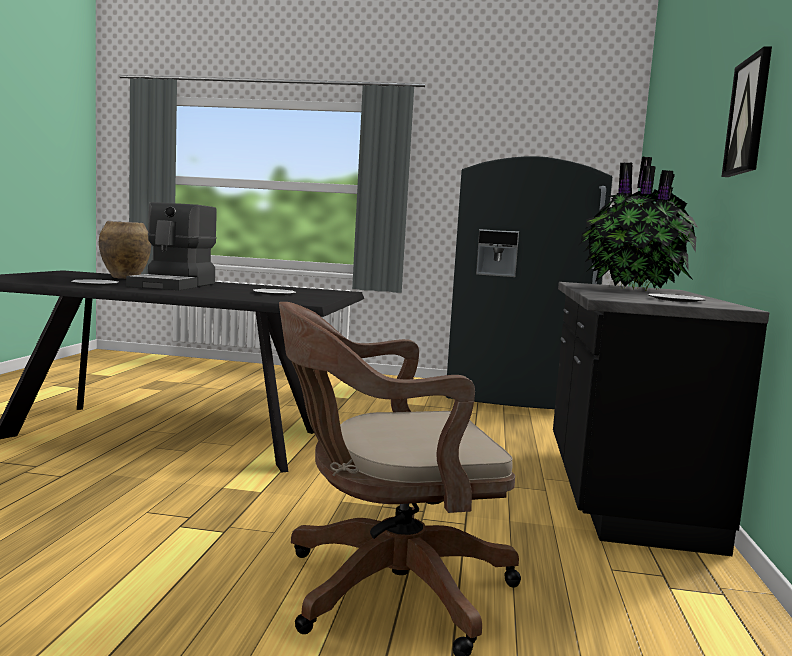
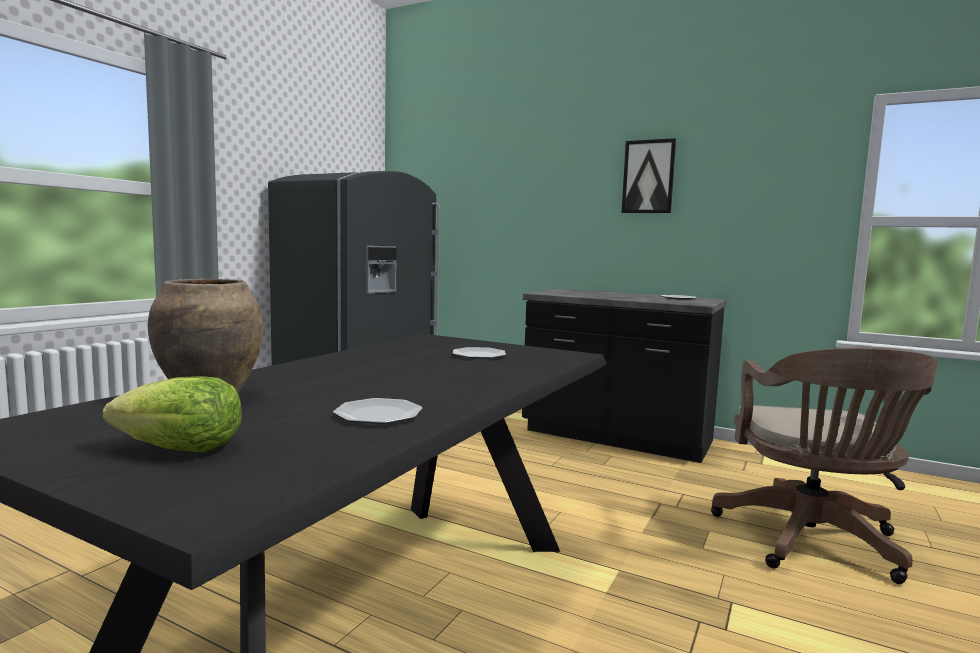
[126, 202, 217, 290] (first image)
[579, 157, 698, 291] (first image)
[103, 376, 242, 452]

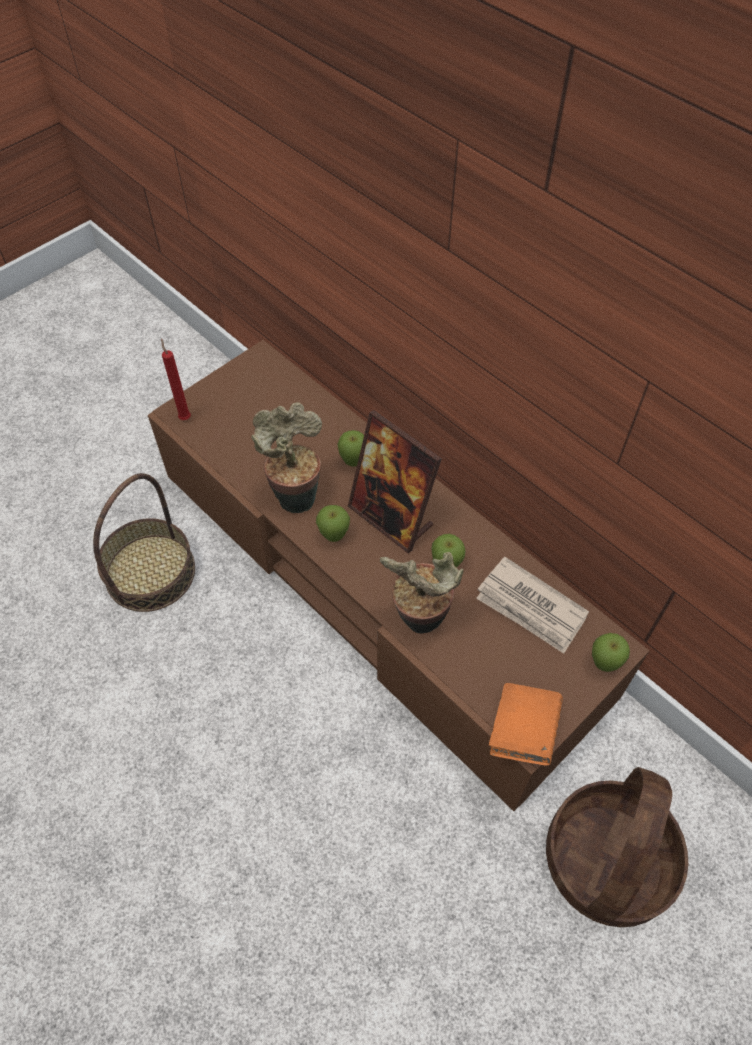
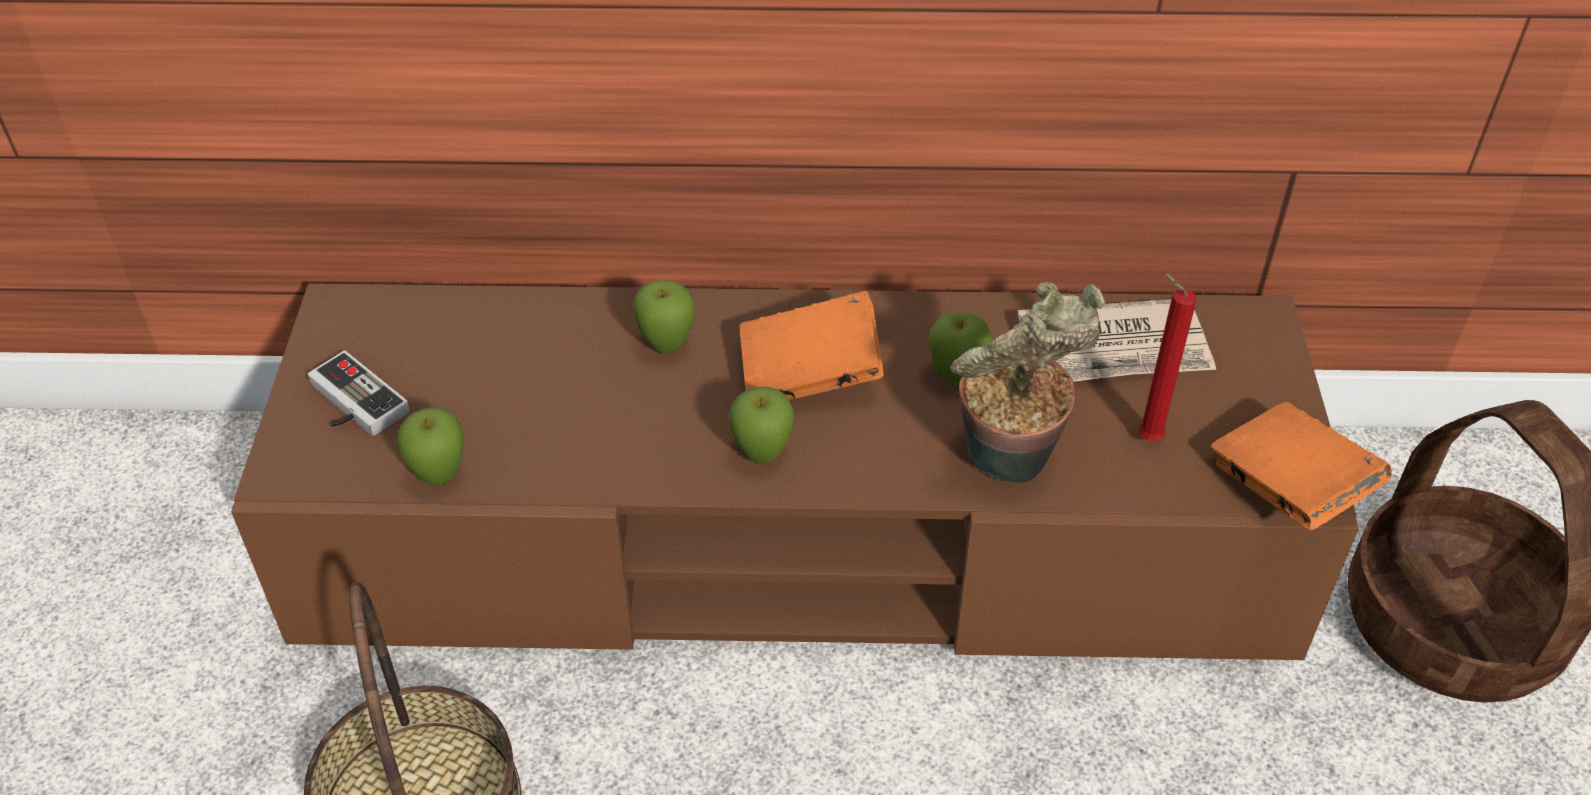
[251, 402, 322, 513] (first image)
[308, 351, 409, 436]
[1138, 273, 1197, 441]
[397, 407, 463, 486]
[740, 291, 884, 400]

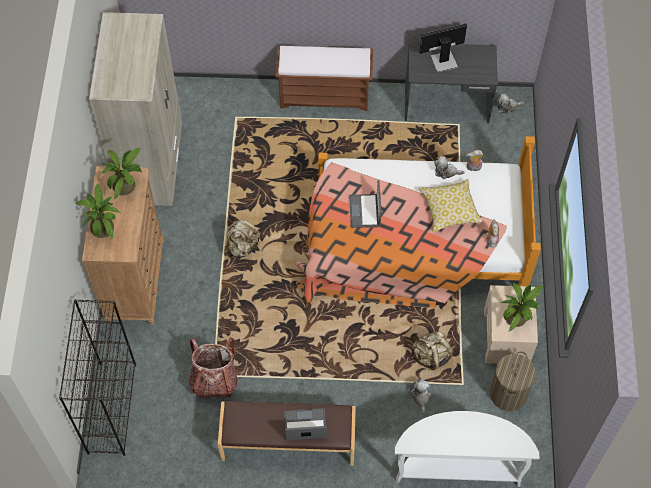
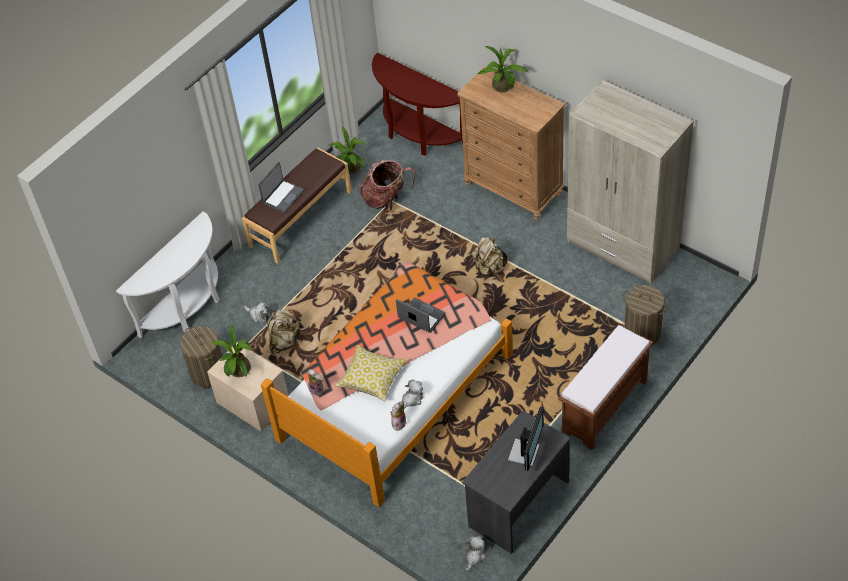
[623, 285, 668, 345]
[329, 127, 366, 174]
[372, 53, 463, 156]

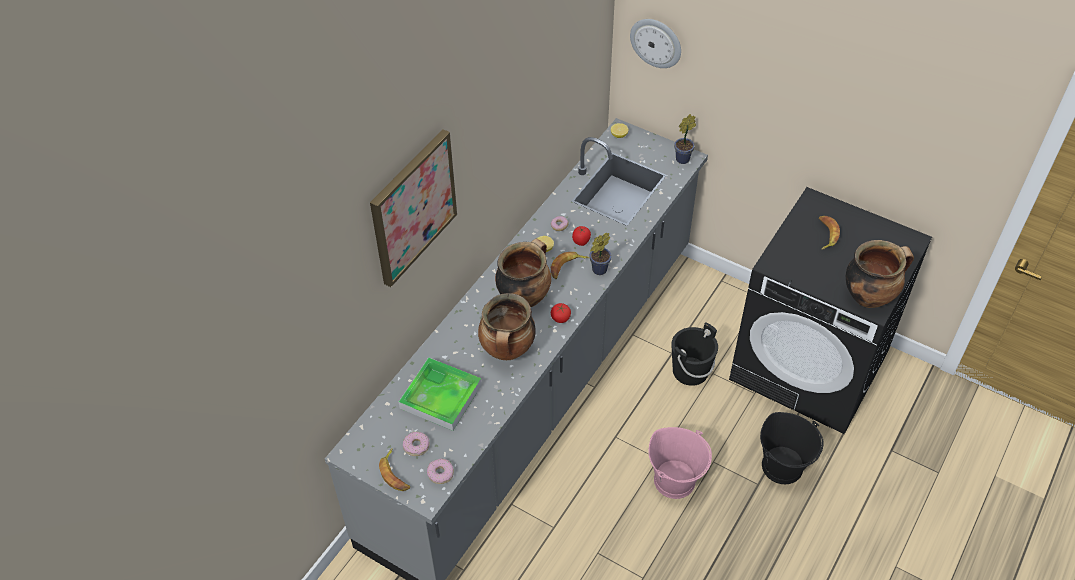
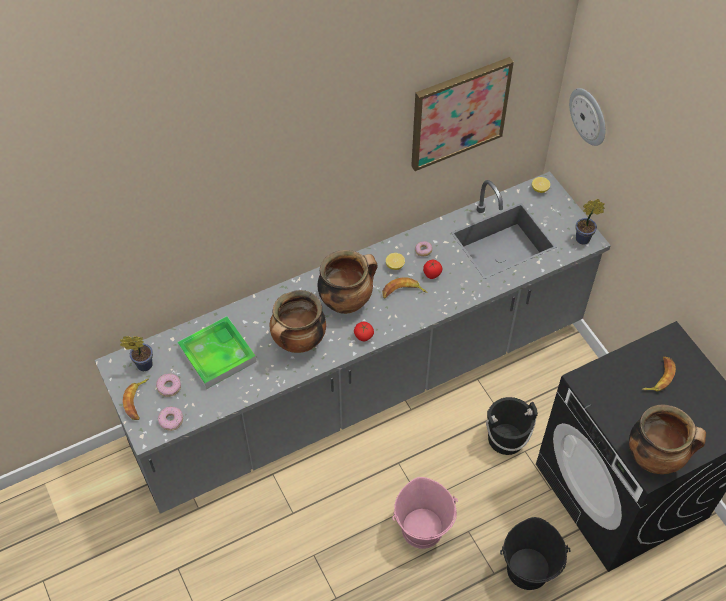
[411, 57, 514, 171]
[120, 336, 153, 371]

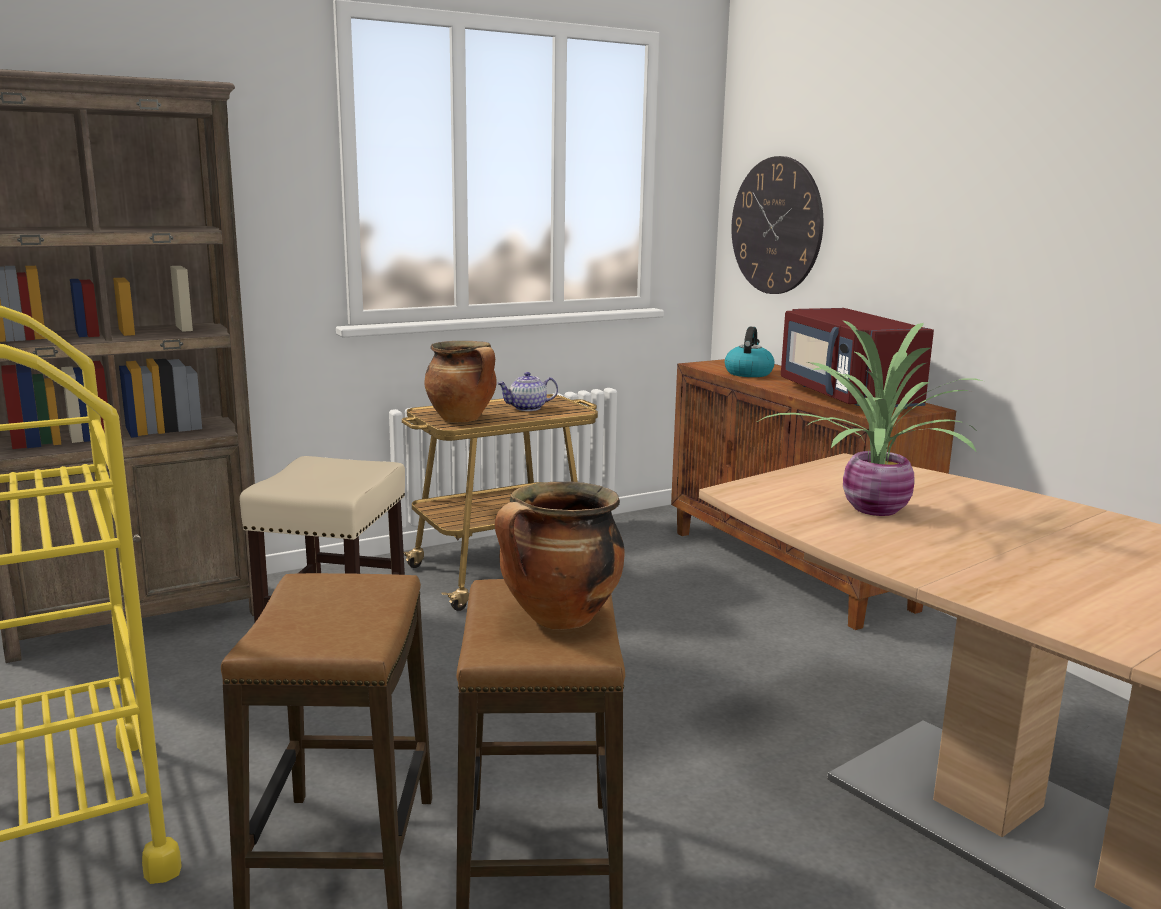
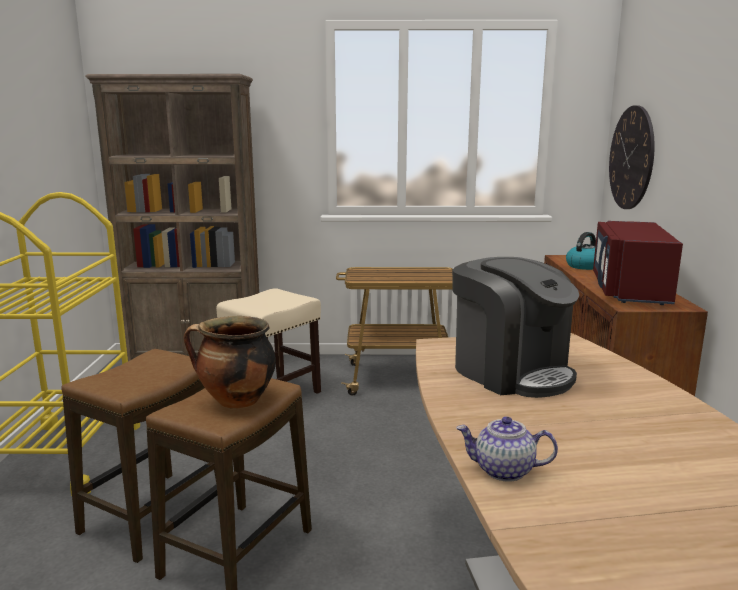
[424, 341, 497, 423] (first image)
[456, 416, 558, 482]
[452, 257, 579, 398]

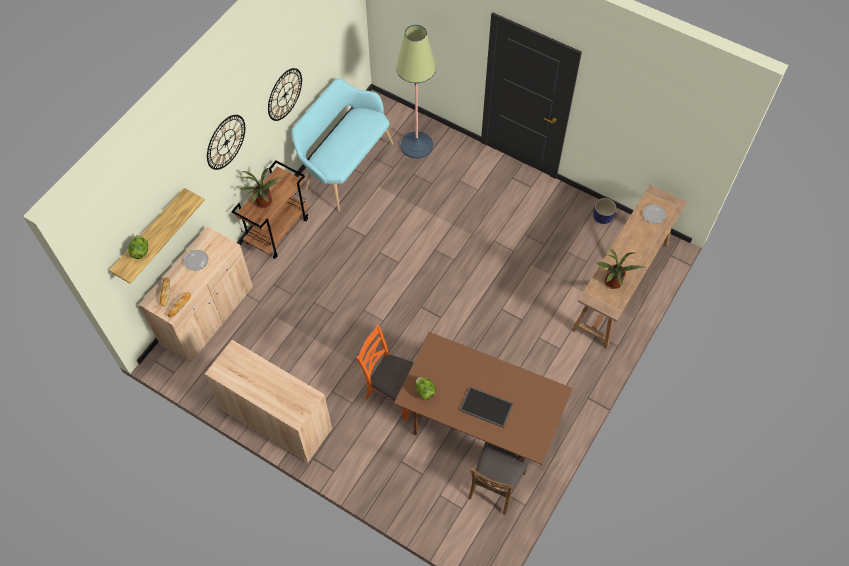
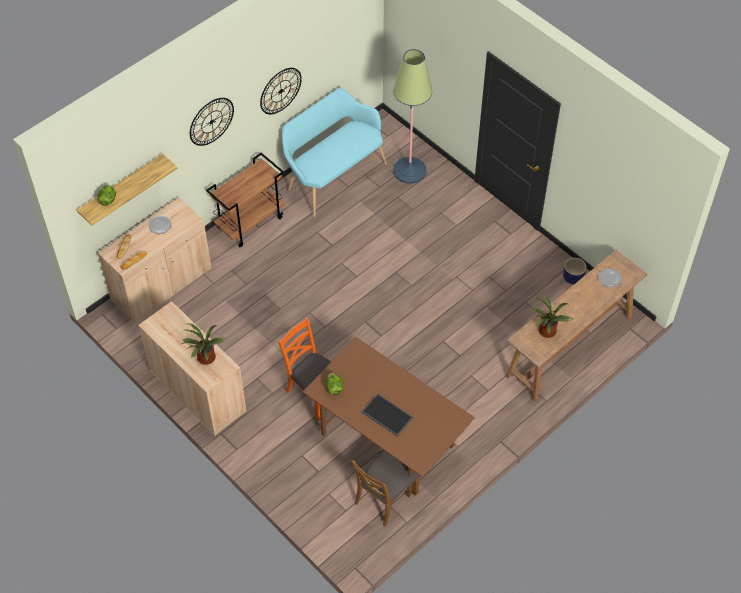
[180, 323, 227, 365]

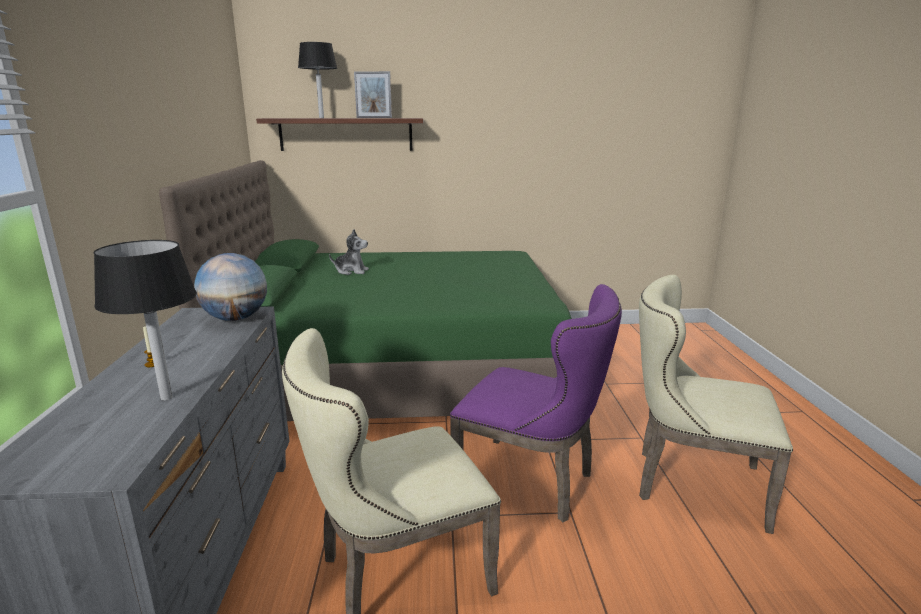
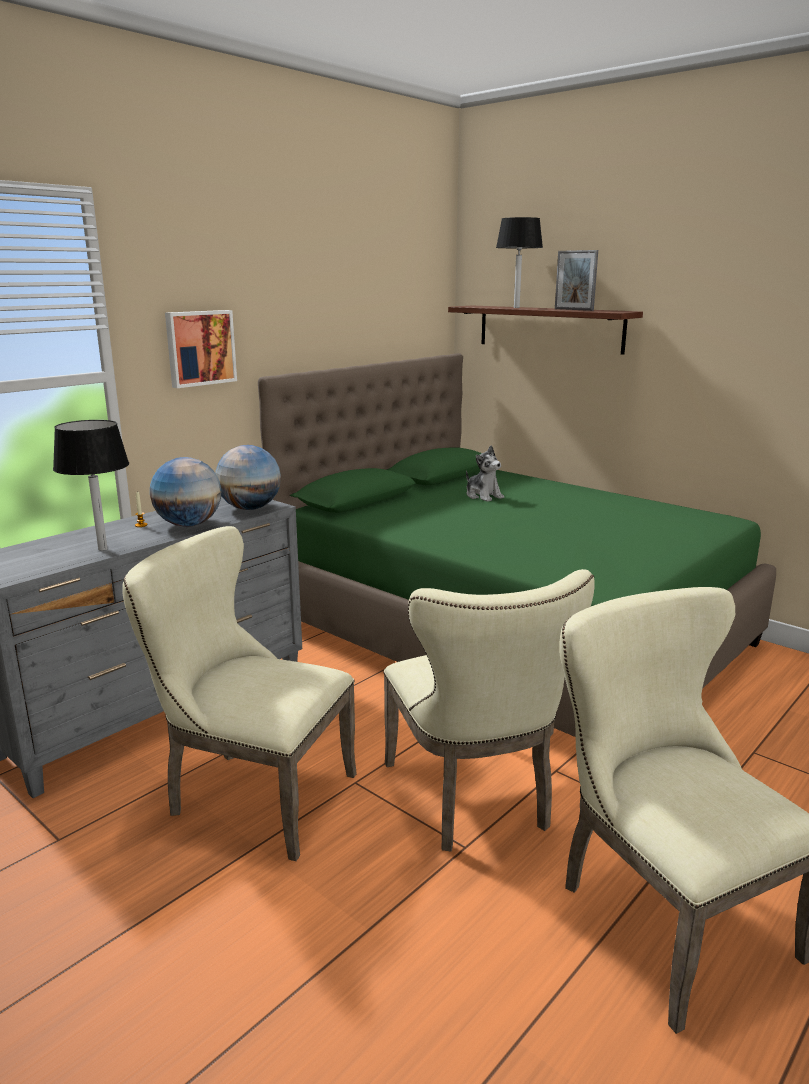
[150, 457, 222, 527]
[165, 310, 237, 388]
[384, 569, 595, 852]

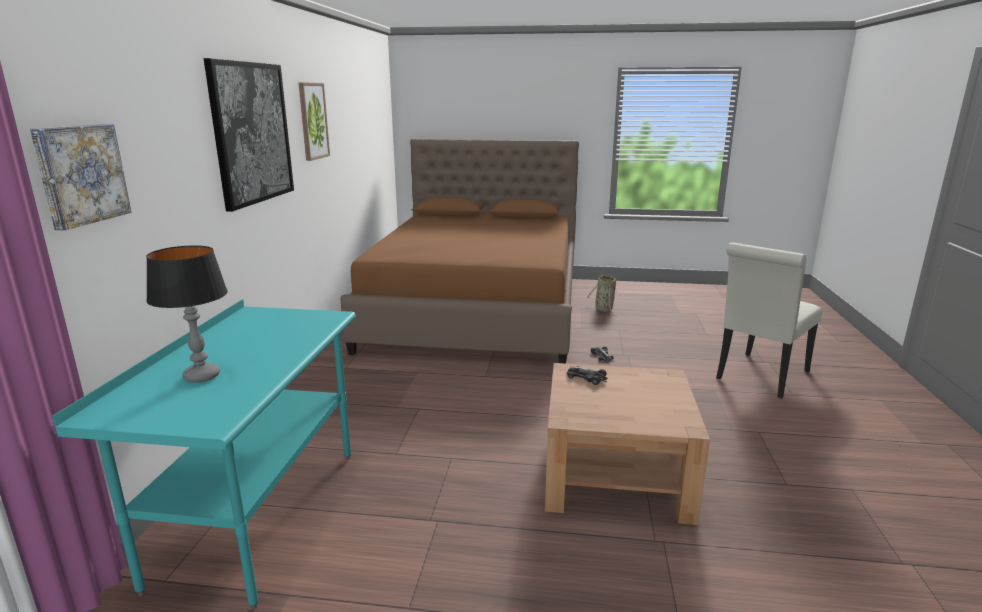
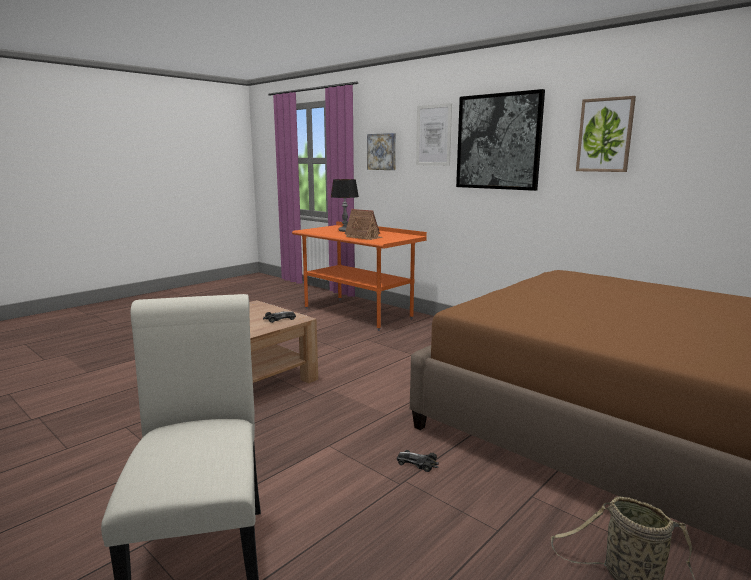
[345, 209, 383, 240]
[416, 103, 452, 166]
[292, 221, 427, 331]

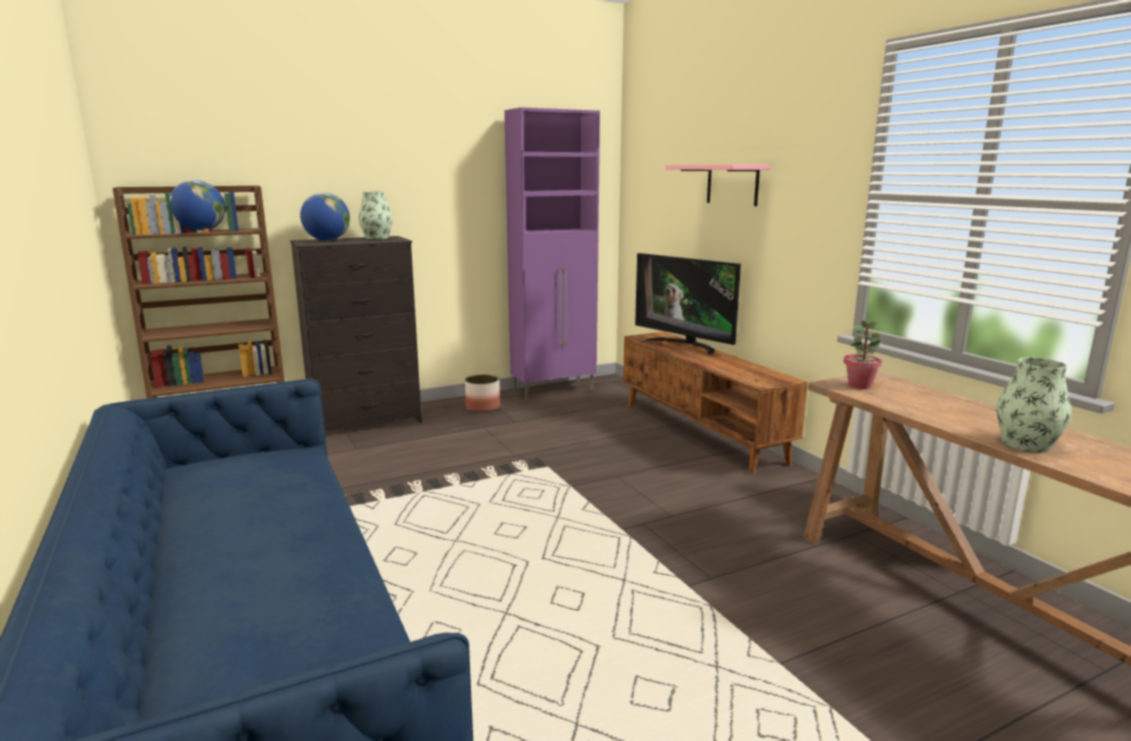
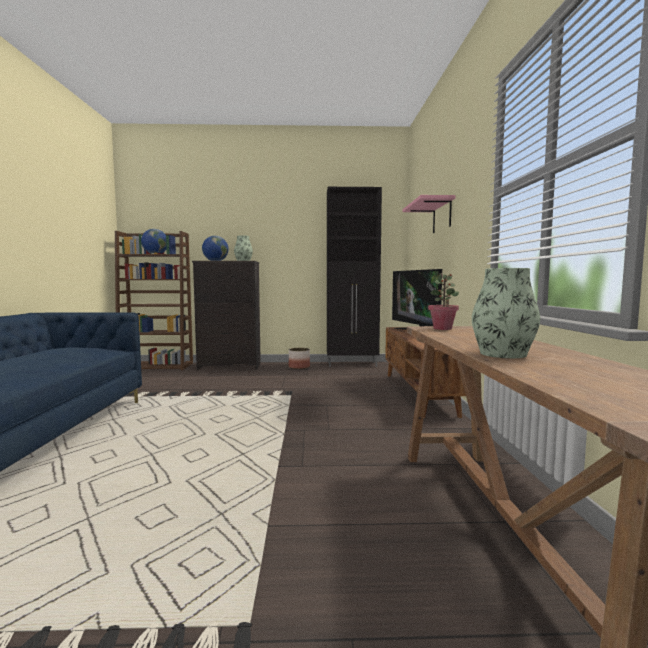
[327, 187, 382, 367]

